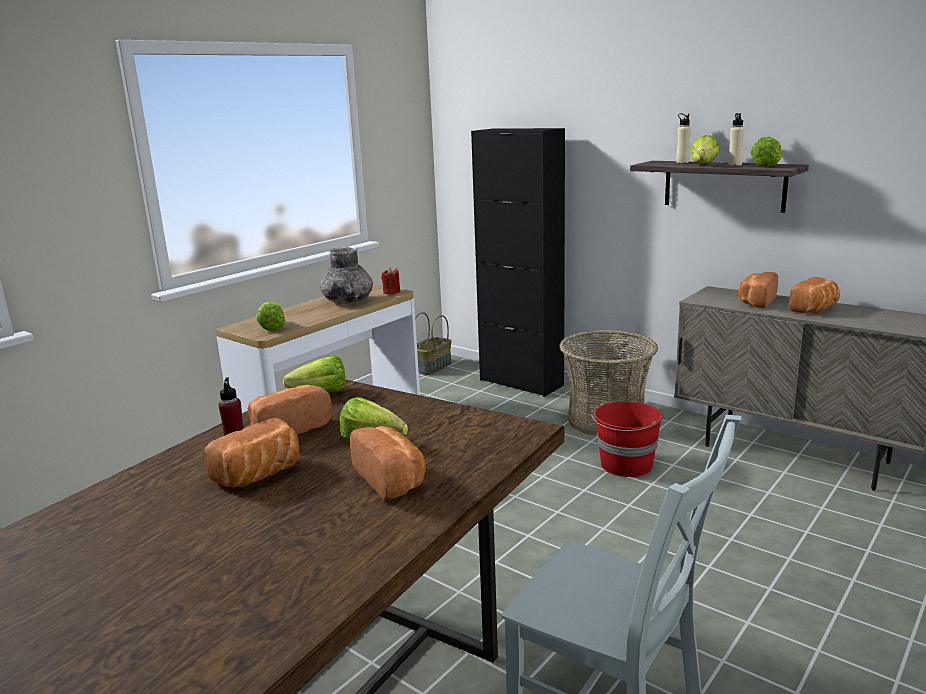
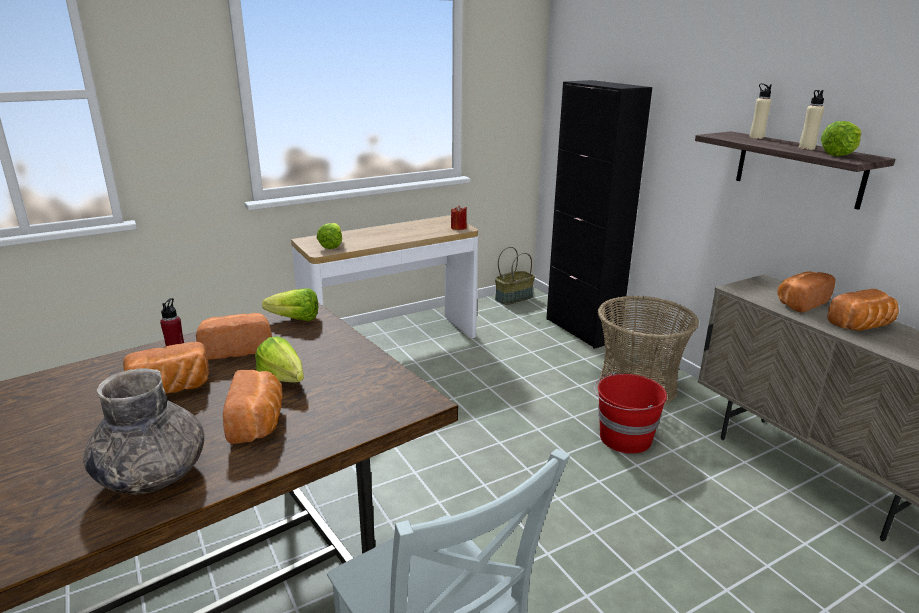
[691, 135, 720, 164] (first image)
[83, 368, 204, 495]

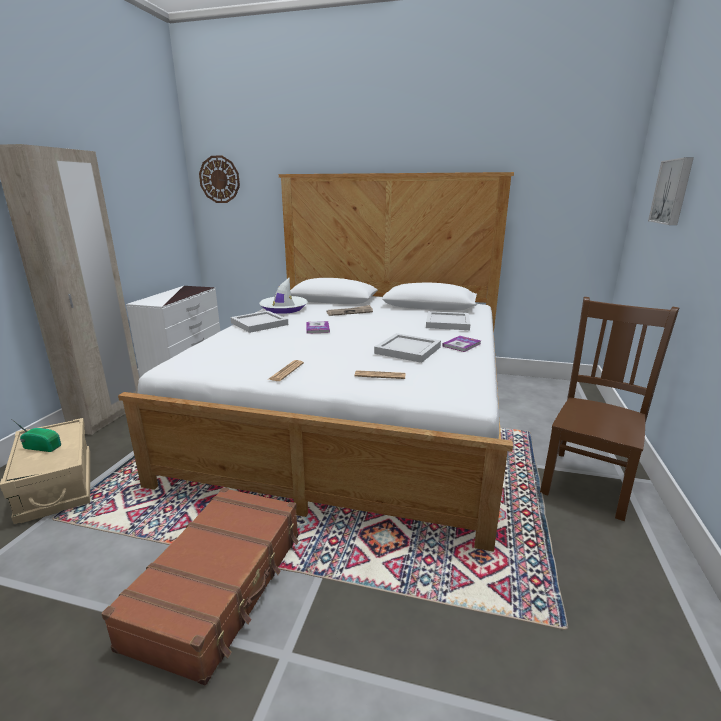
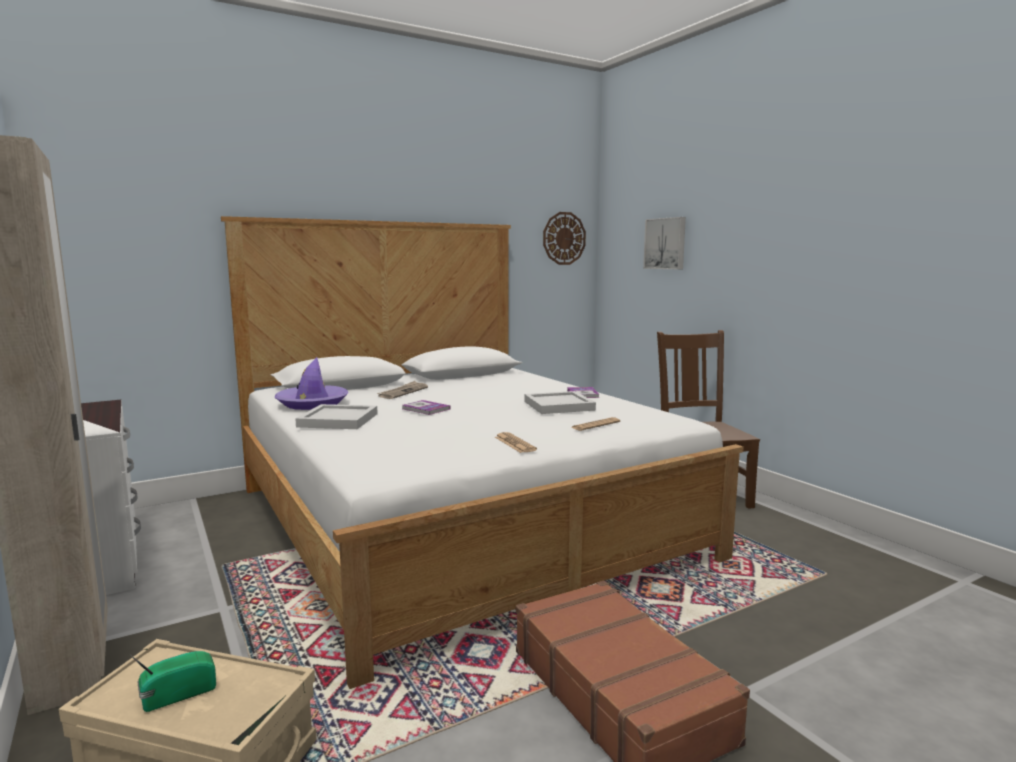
[426, 311, 470, 330] (first image)
[543, 212, 586, 265]
[275, 357, 348, 410]

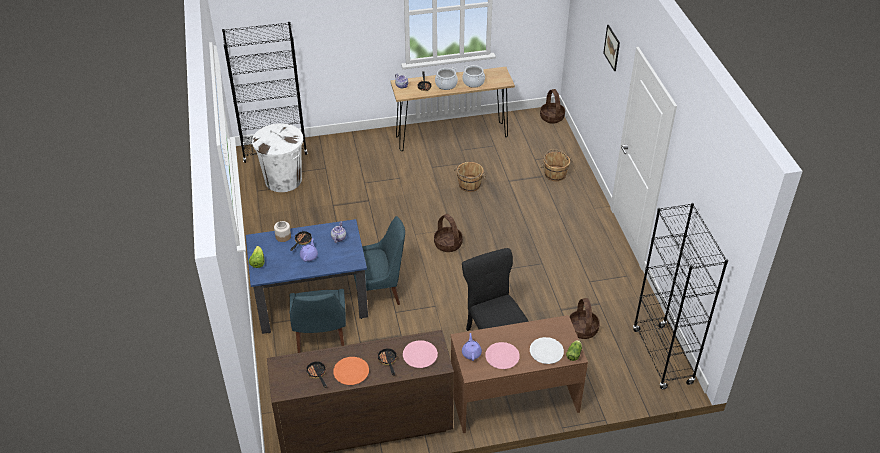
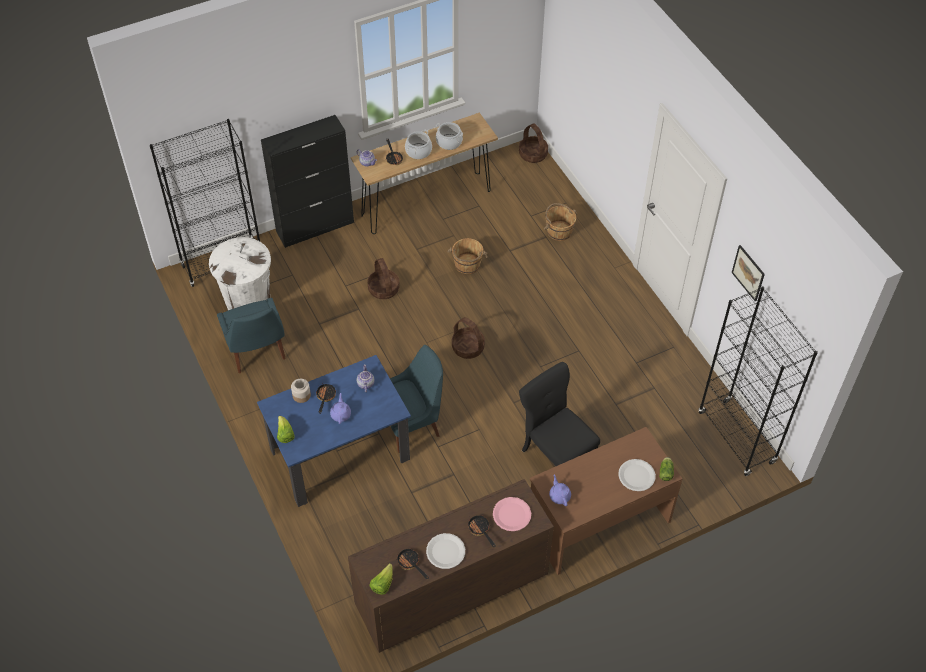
[485, 342, 520, 369] (first image)
[261, 115, 354, 248]
[369, 563, 393, 595]
[217, 298, 286, 373]
[367, 258, 400, 299]
[732, 245, 765, 301]
[426, 533, 465, 569]

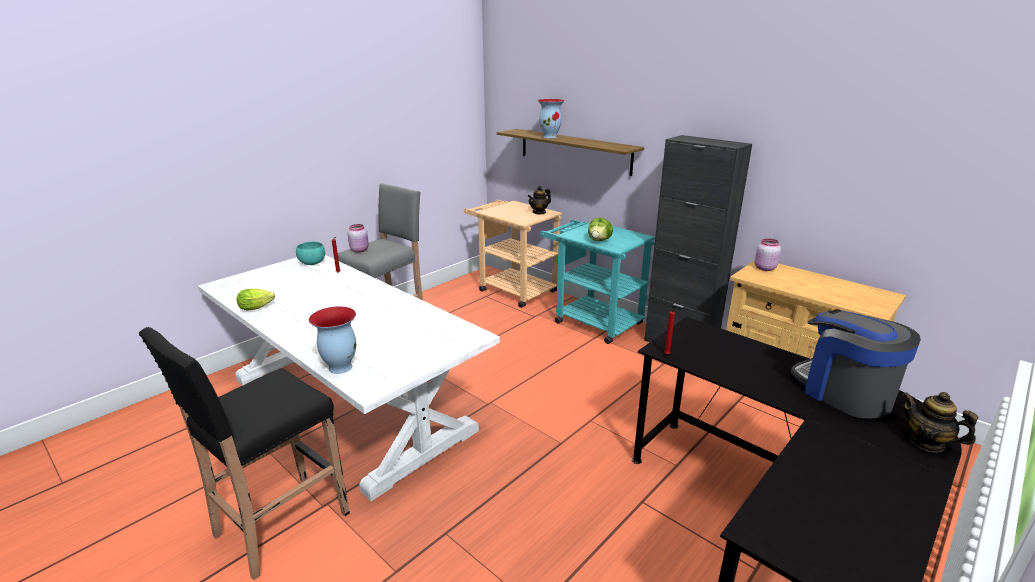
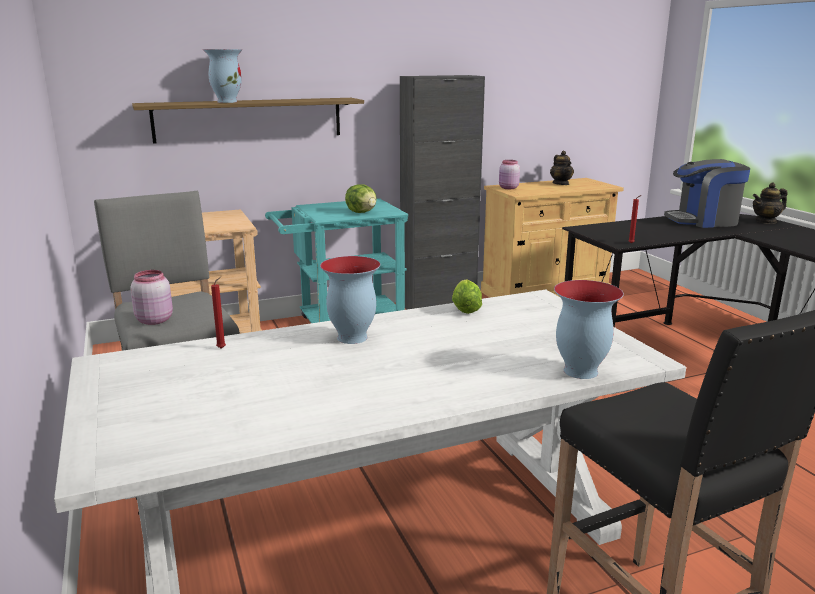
[296, 241, 325, 265] (first image)
[320, 256, 380, 344]
[452, 279, 482, 314]
[550, 151, 574, 185]

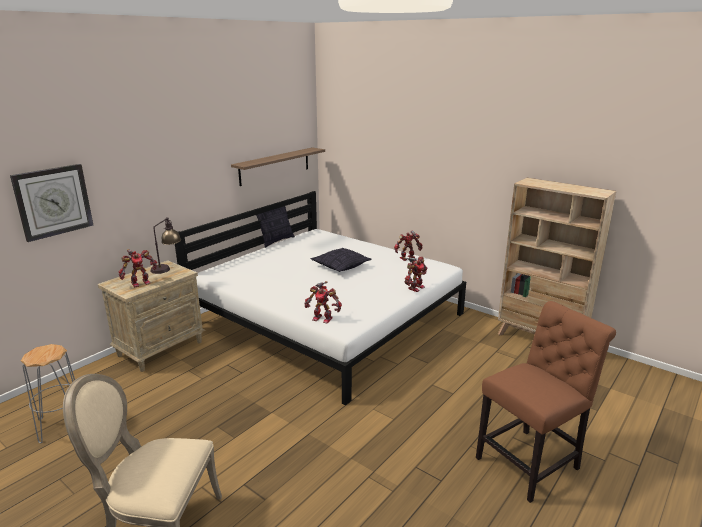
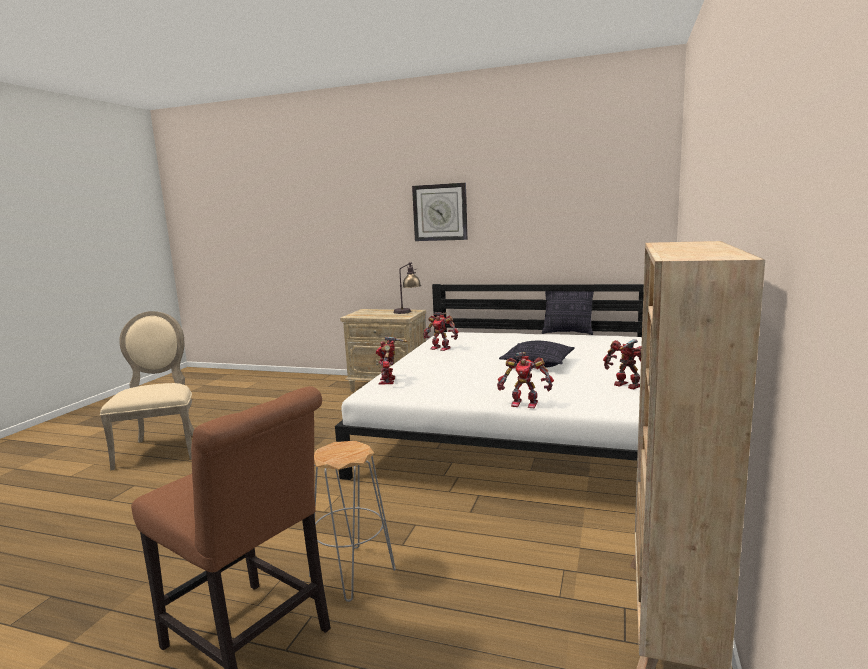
[231, 147, 325, 186] (first image)
[412, 183, 468, 241]
[309, 441, 396, 602]
[423, 312, 458, 351]

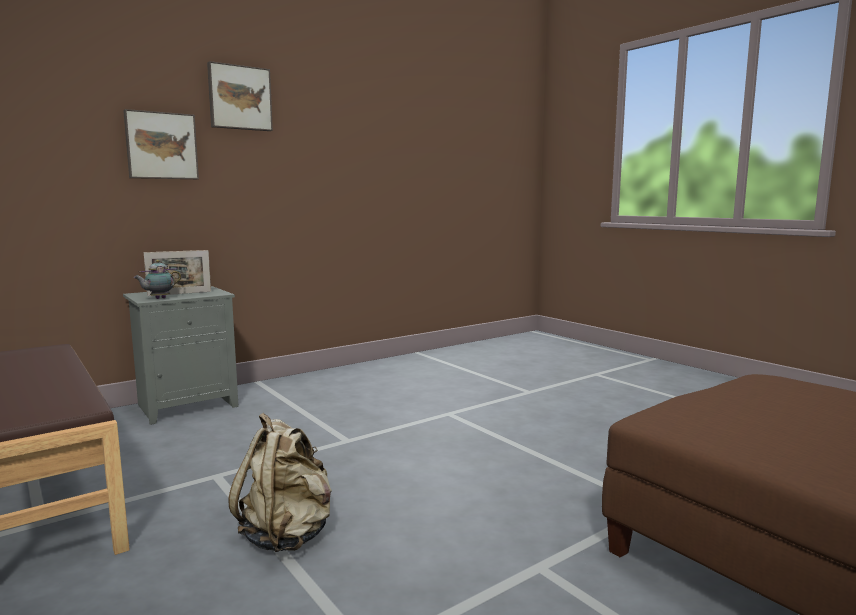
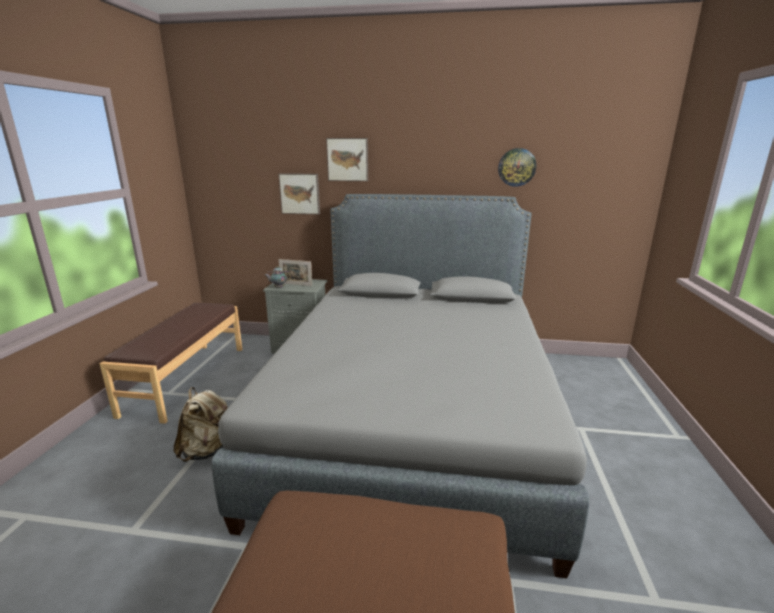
[212, 194, 589, 578]
[498, 148, 536, 187]

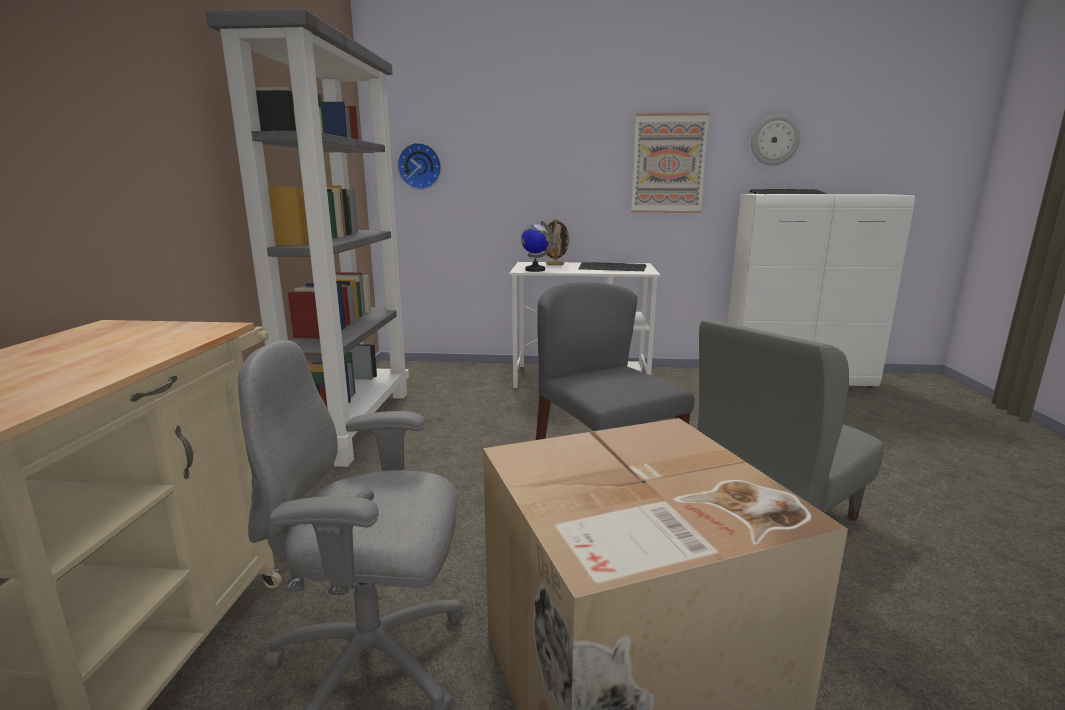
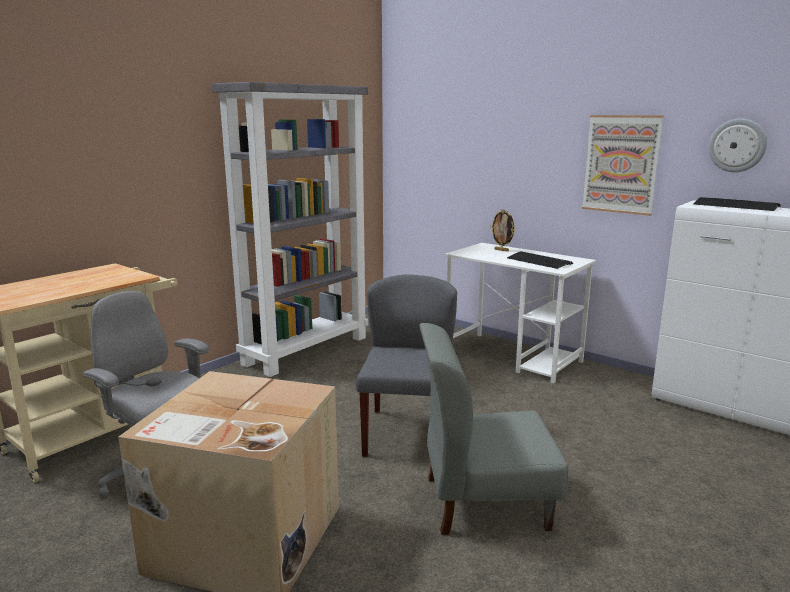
[397, 143, 441, 190] (first image)
[521, 221, 554, 272] (first image)

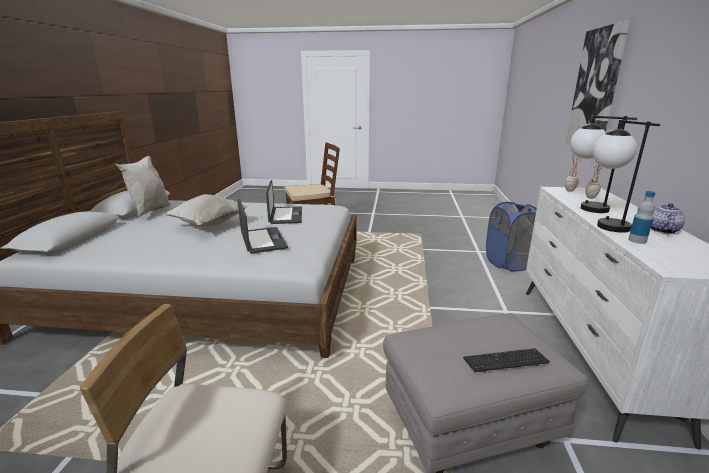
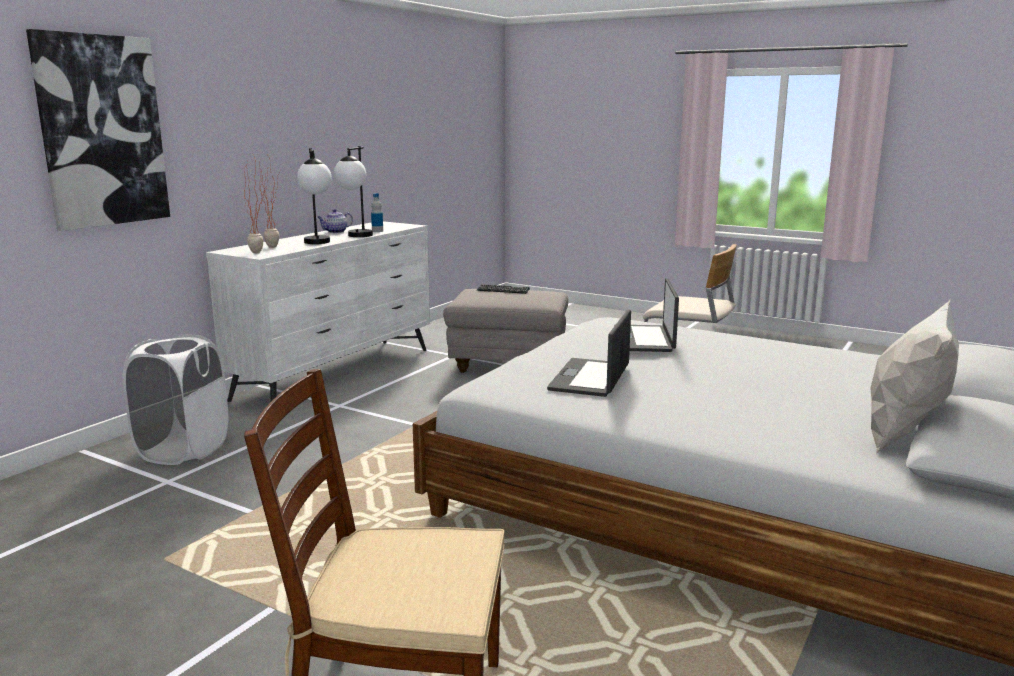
[161, 194, 248, 226] (first image)
[123, 334, 228, 465]

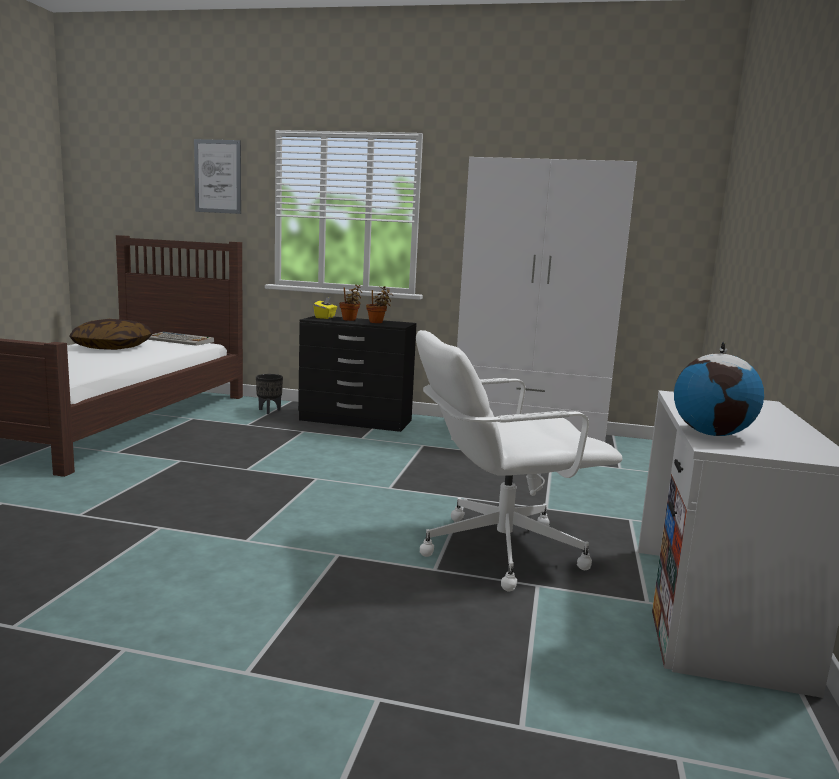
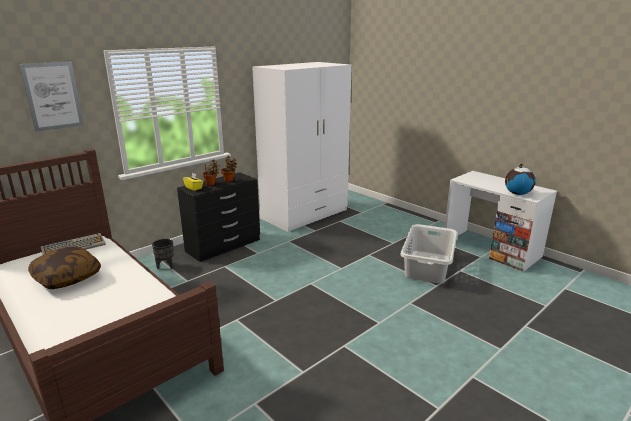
[400, 224, 457, 284]

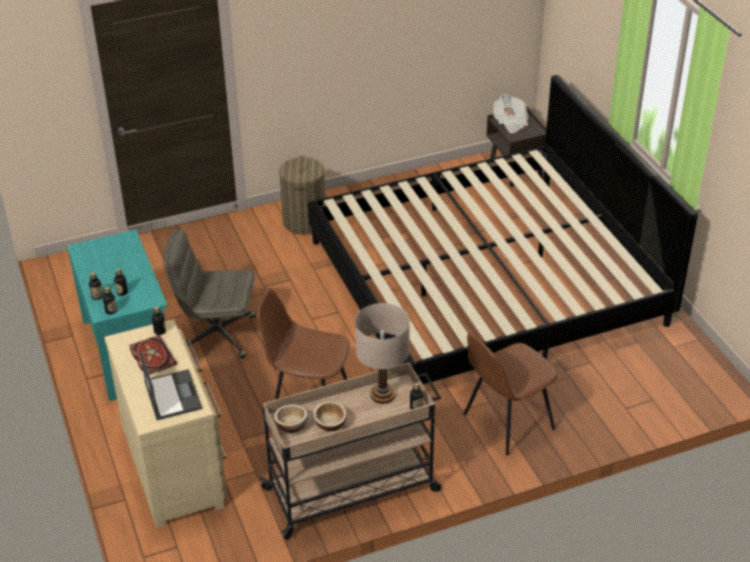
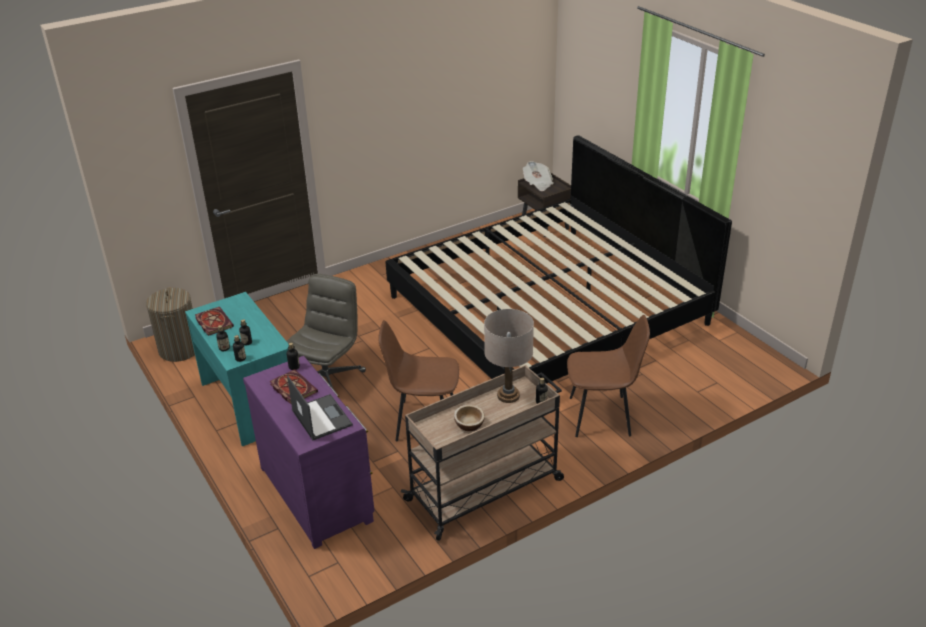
[274, 404, 307, 433] (first image)
[195, 307, 234, 336]
[146, 287, 195, 362]
[243, 356, 374, 549]
[287, 274, 366, 390]
[567, 315, 650, 437]

